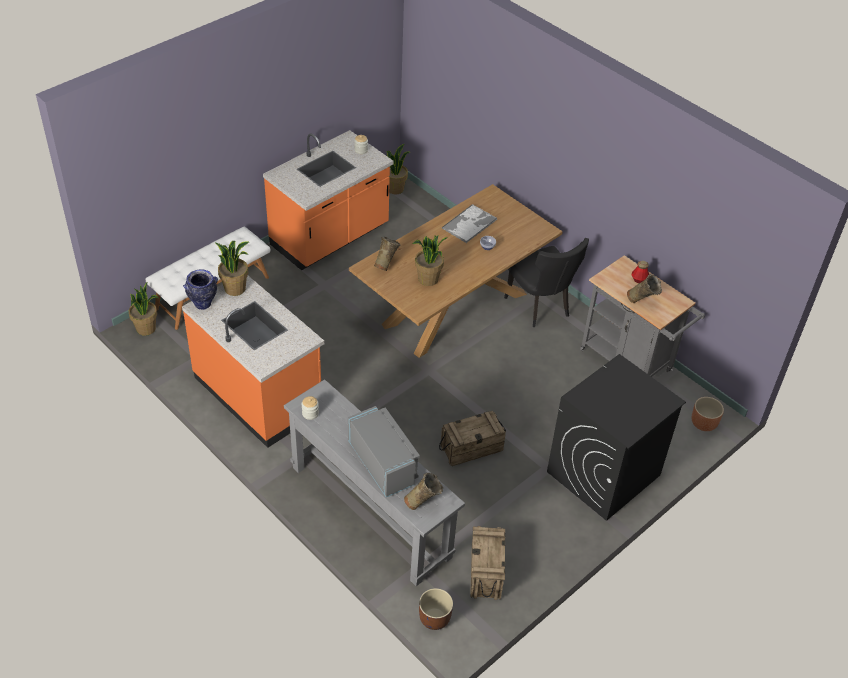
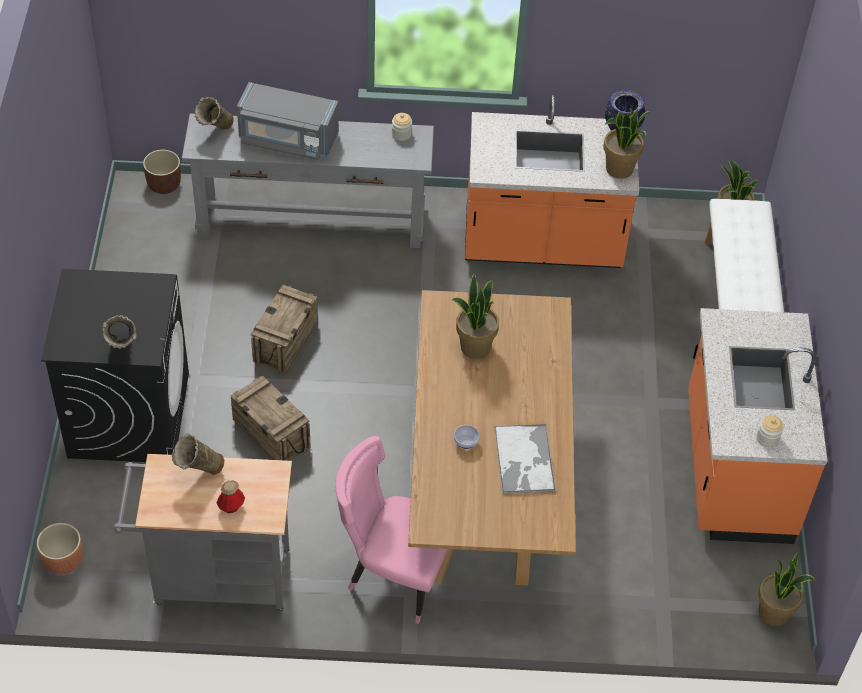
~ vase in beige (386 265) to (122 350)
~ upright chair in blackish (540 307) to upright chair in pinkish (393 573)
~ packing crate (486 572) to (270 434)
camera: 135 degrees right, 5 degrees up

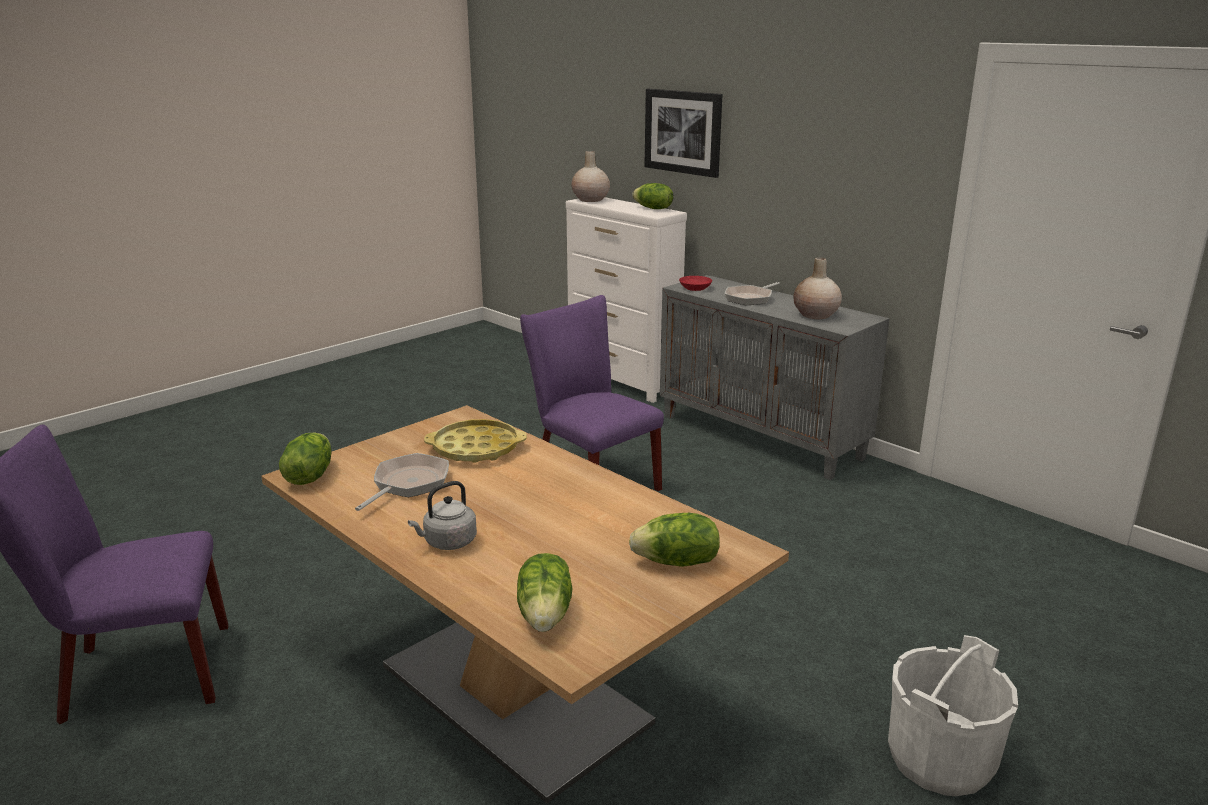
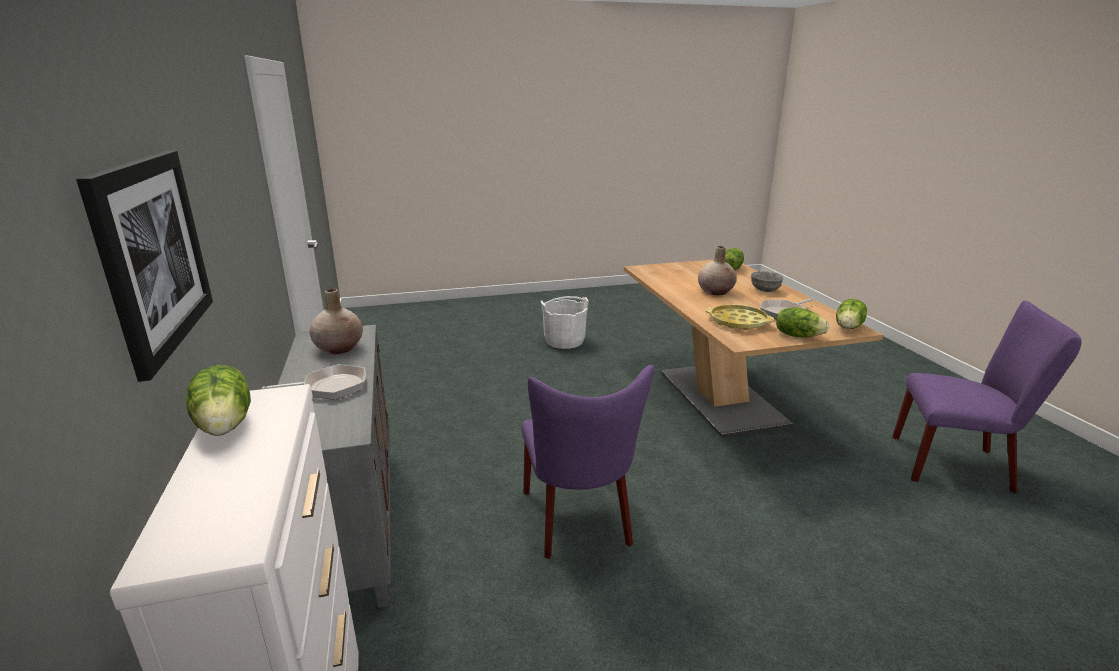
~ vase in beige (590 200) to (715 292)
- serving bowl in red (694 288)
~ tea kettle in grey (447 542) to serving bowl in grey (765 290)
~ lettuce head (677 562) to (797 335)
camera: 150 degrees left, 0 degrees up

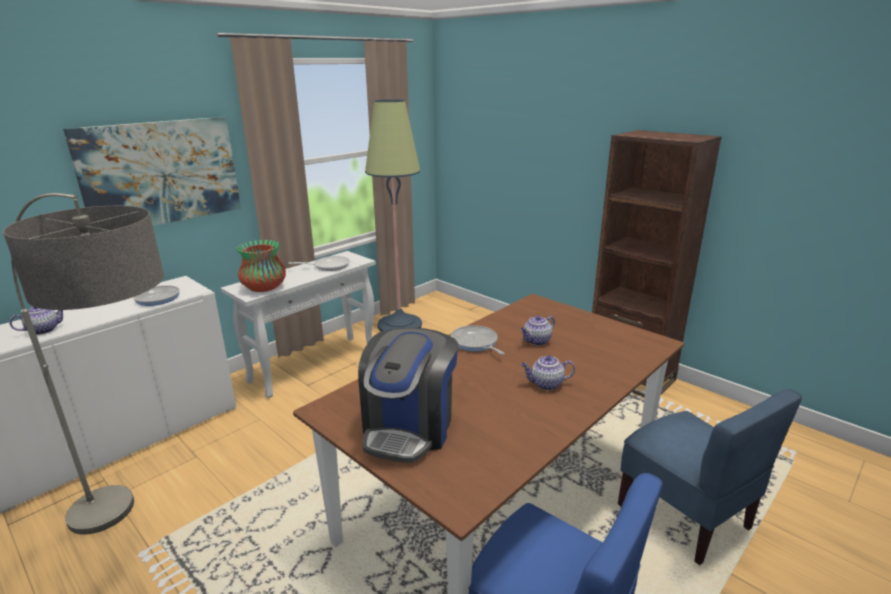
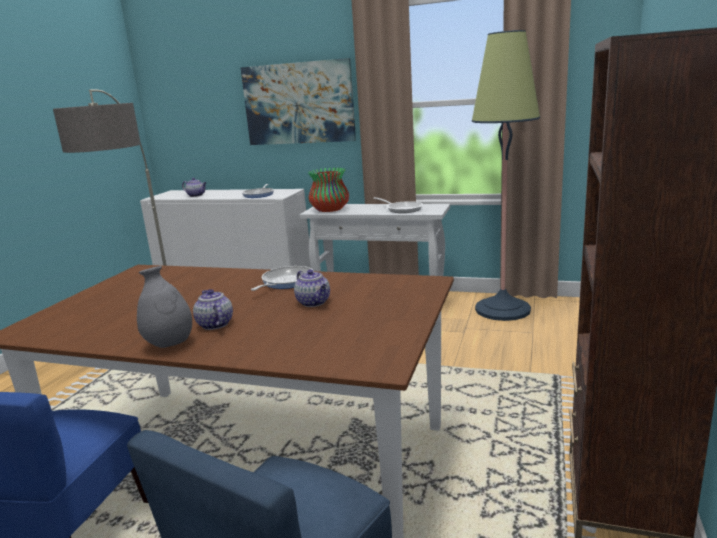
~ teapot (536 341) = (314 302) 150 degrees counterclockwise
- coffee maker (409 427)
+ vase in grey (169 344)
camera: 65 degrees right, 5 degrees down

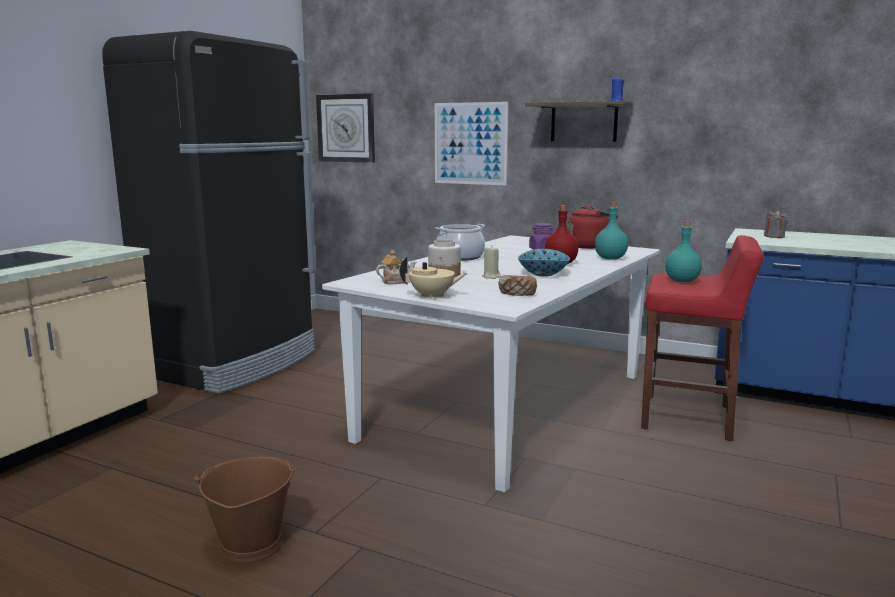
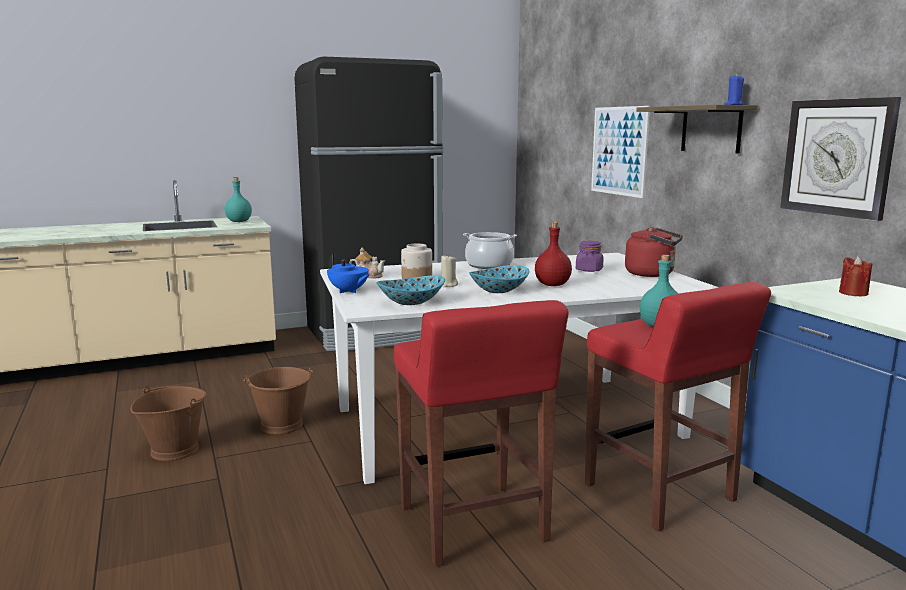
~ hanging clock (346 128) to (837 157)
~ bottle in blue-green (610 258) to (239 221)
~ wax candle in grey (774 236) to wax candle in red (853 293)
~ teapot in beige (432 296) to teapot in blue (348 291)
~ baked bread (517 294) to serving bowl (410 302)
+ stool in red (473 525)
+ water bucket in brownish (282 425)
camera: 40 degrees right, 0 degrees up

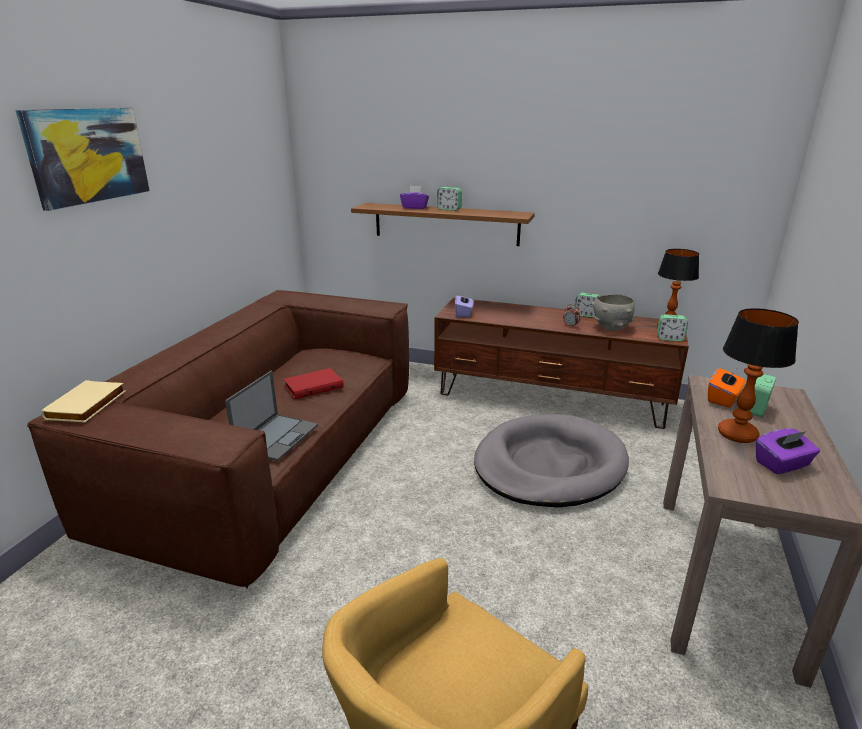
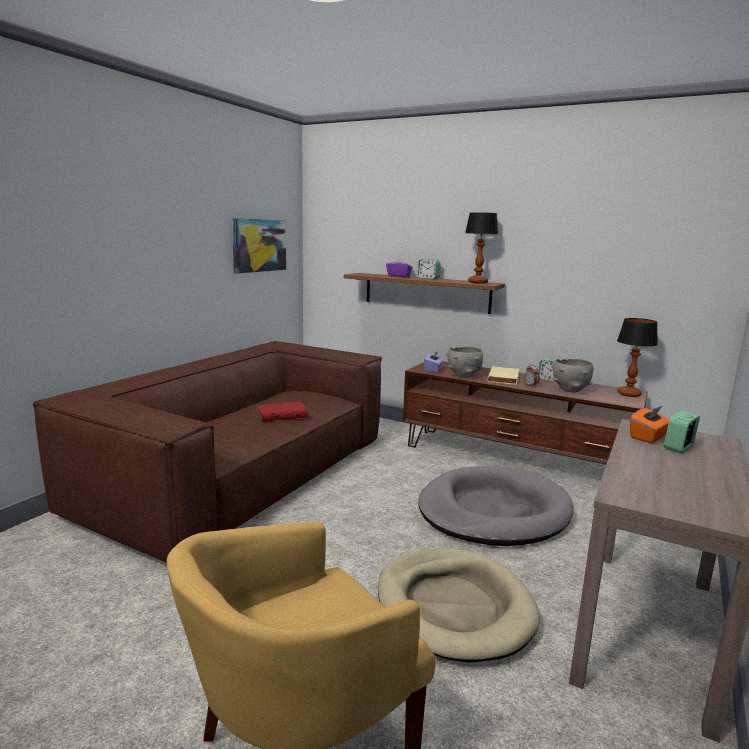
~ wall art (88 155) to (259 245)
~ table lamp (737 434) to (478 282)
- alarm clock (670 338)
- portable computer (277 436)
~ book in beige (87 405) to (504 378)
- tissue box in purple-coloured (782 464)
+ serving bowl in grey (464 376)
+ dog bed in beige (454 607)
camera: 10 degrees right, 10 degrees down

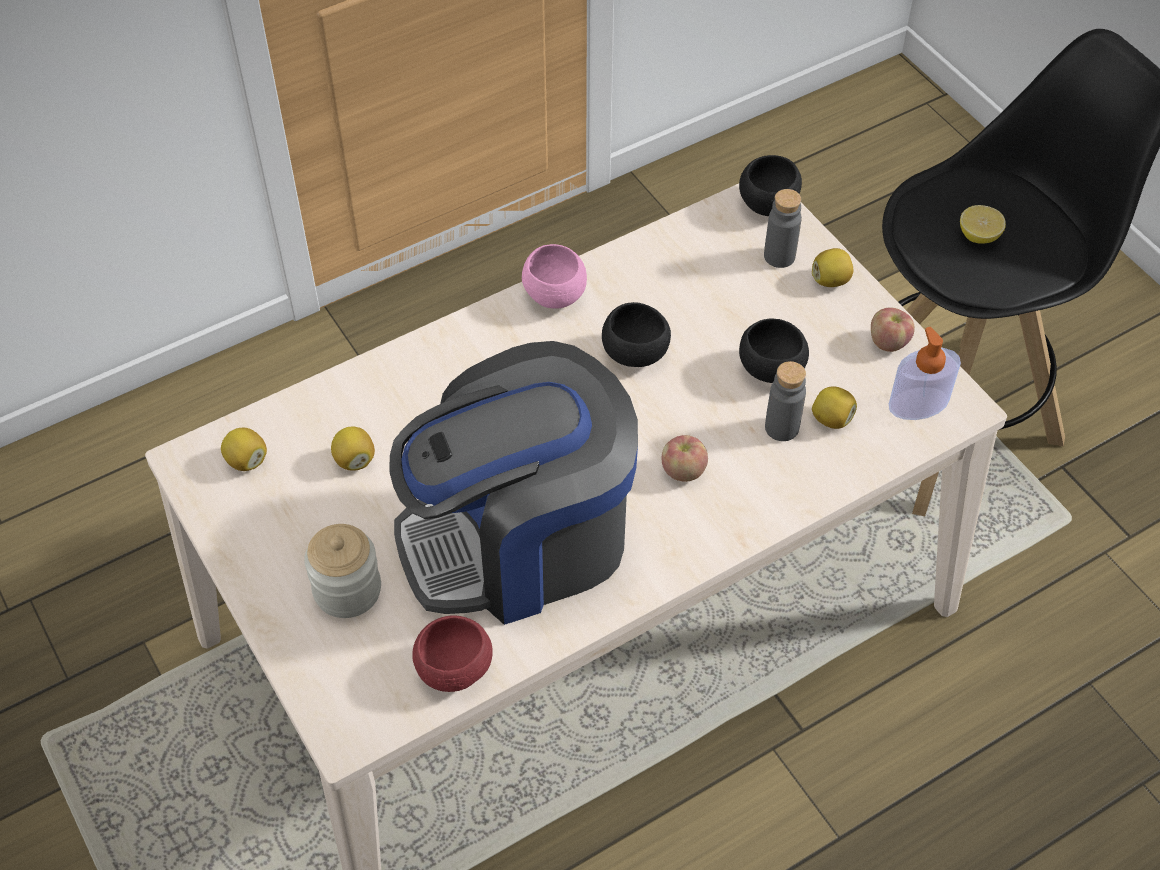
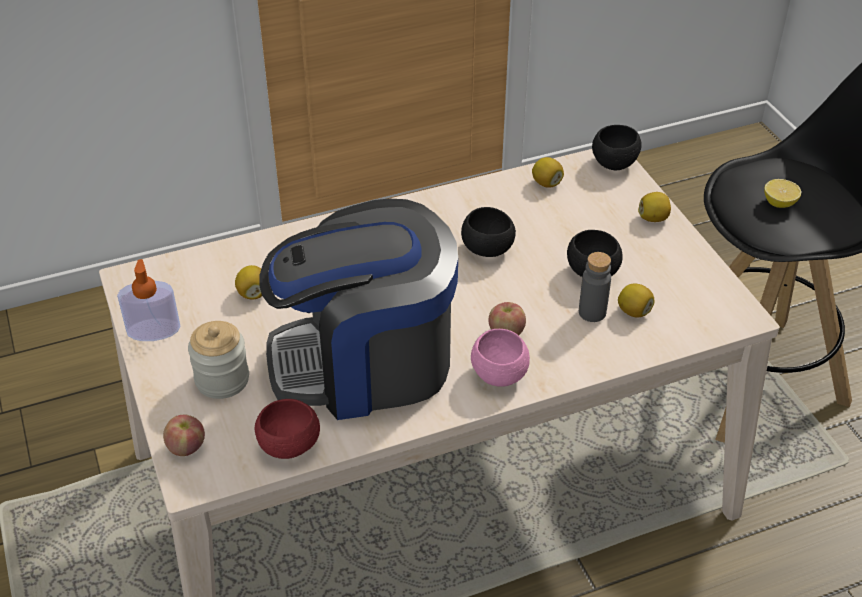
- bottle in grey (779 256)
~ serving bowl in pinkish (554 295) to (499 375)
~ whole apple (888 342) to (186 447)
~ soap bottle (918 404) to (153 330)
~ lemon (246 460) to (546 183)
camera: 10 degrees right, 10 degrees down

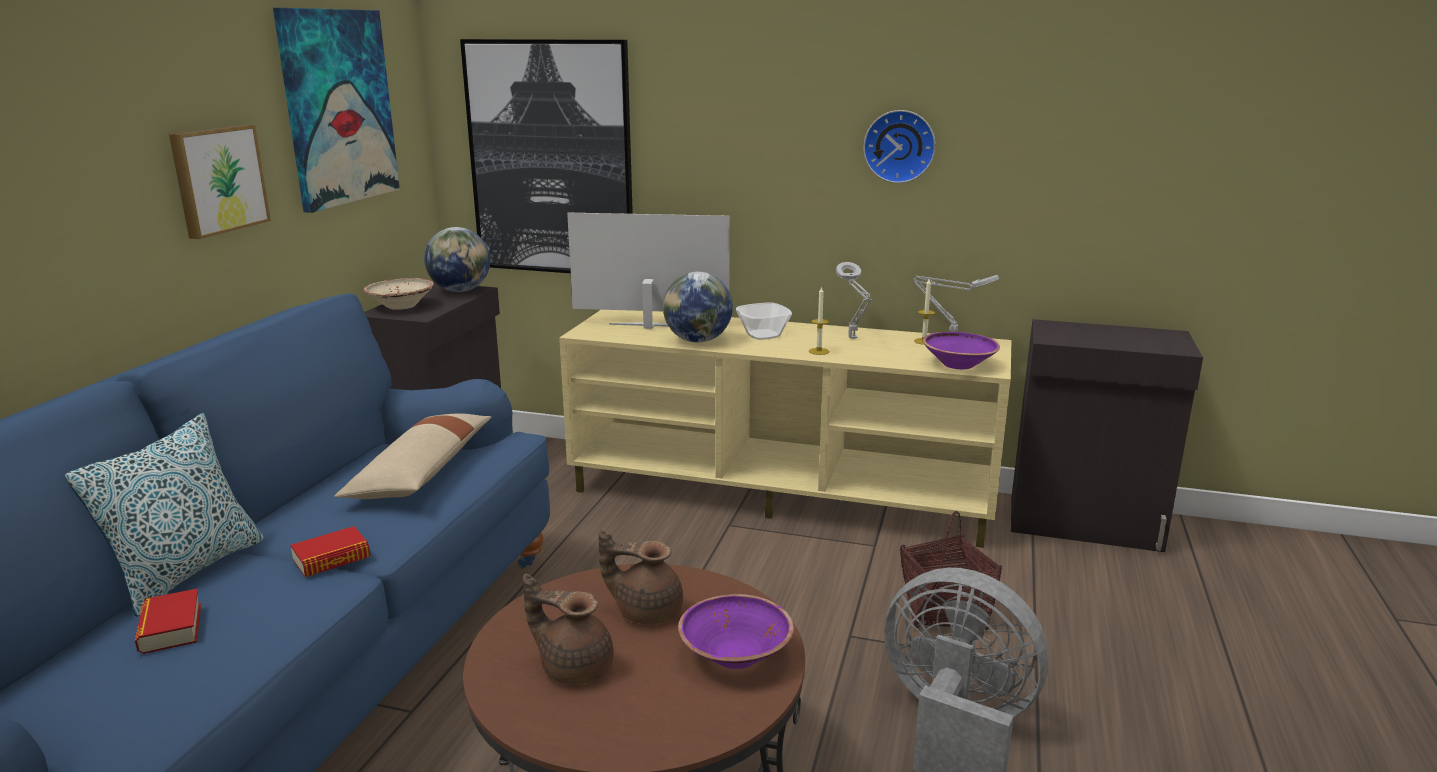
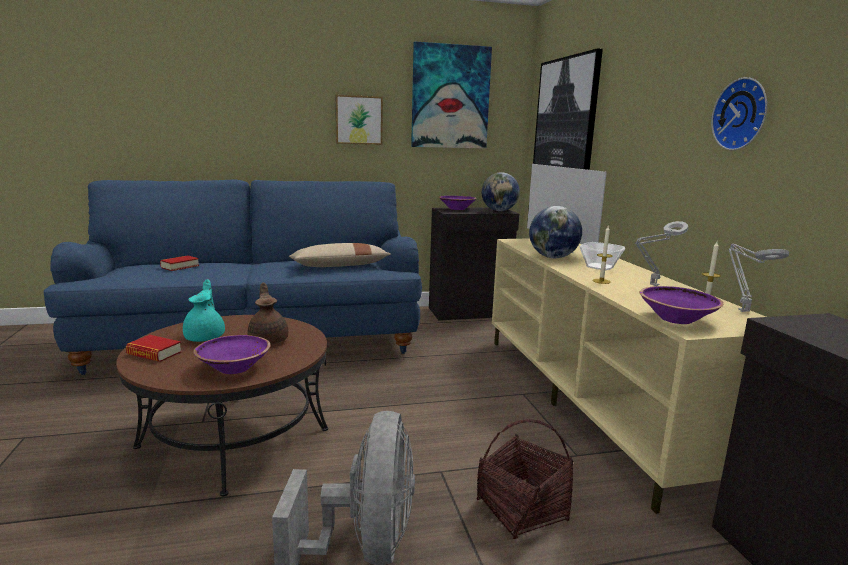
~ serving bowl in beige (401 306) to serving bowl in purple-coloured (457 209)
- cushion (187 571)
~ book (331 559) to (154 353)
~ teapot in brownish (574 666) to teapot in blue-green (206 337)
camera: 60 degrees right, 5 degrees down

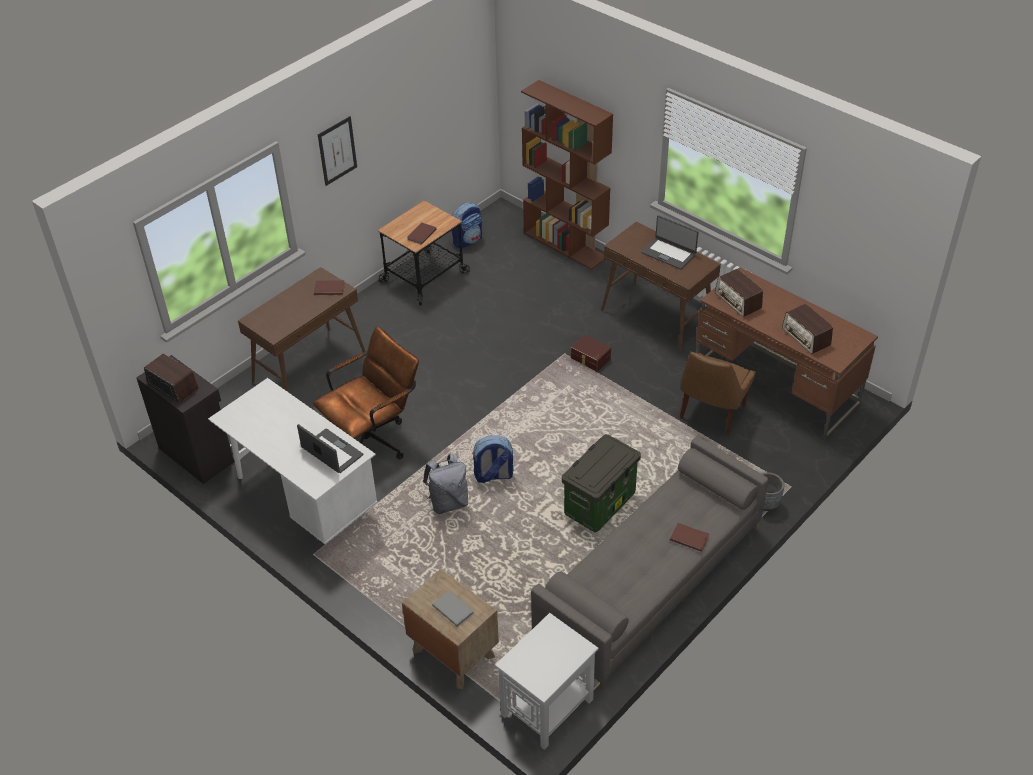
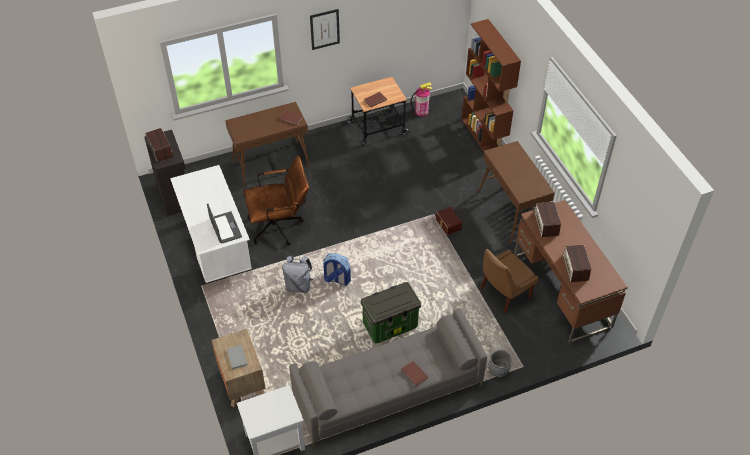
~ backpack (467 240) to fire extinguisher (421 111)
- portable computer (669 253)
camera: 25 degrees right, 5 degrees up

